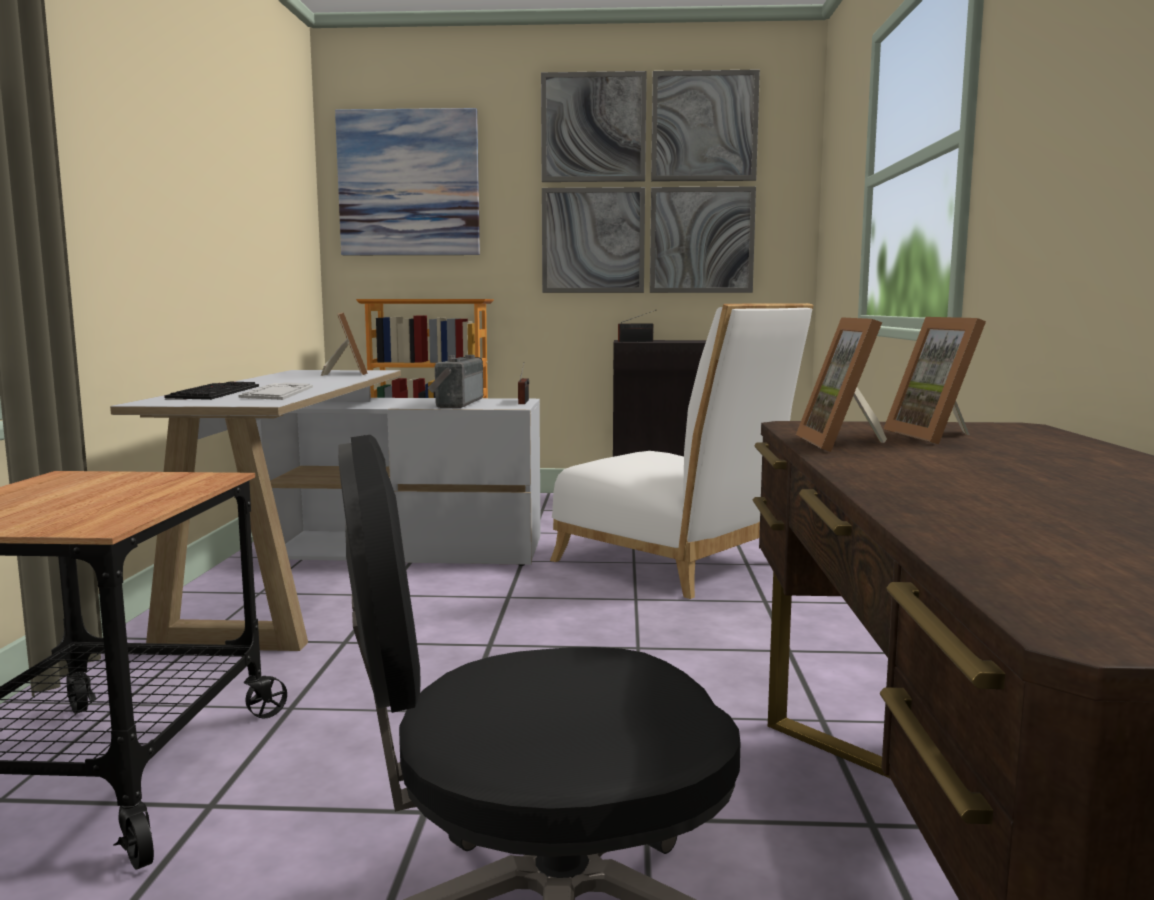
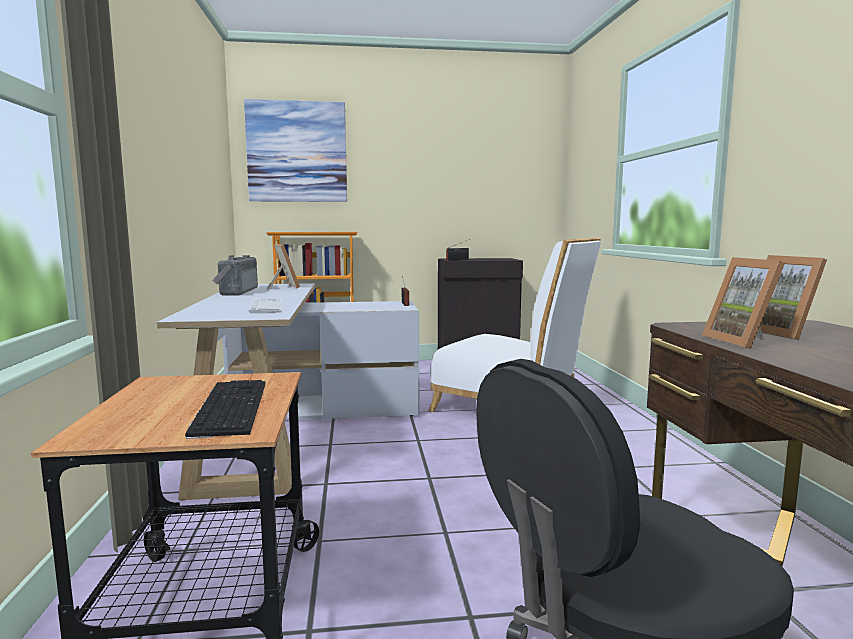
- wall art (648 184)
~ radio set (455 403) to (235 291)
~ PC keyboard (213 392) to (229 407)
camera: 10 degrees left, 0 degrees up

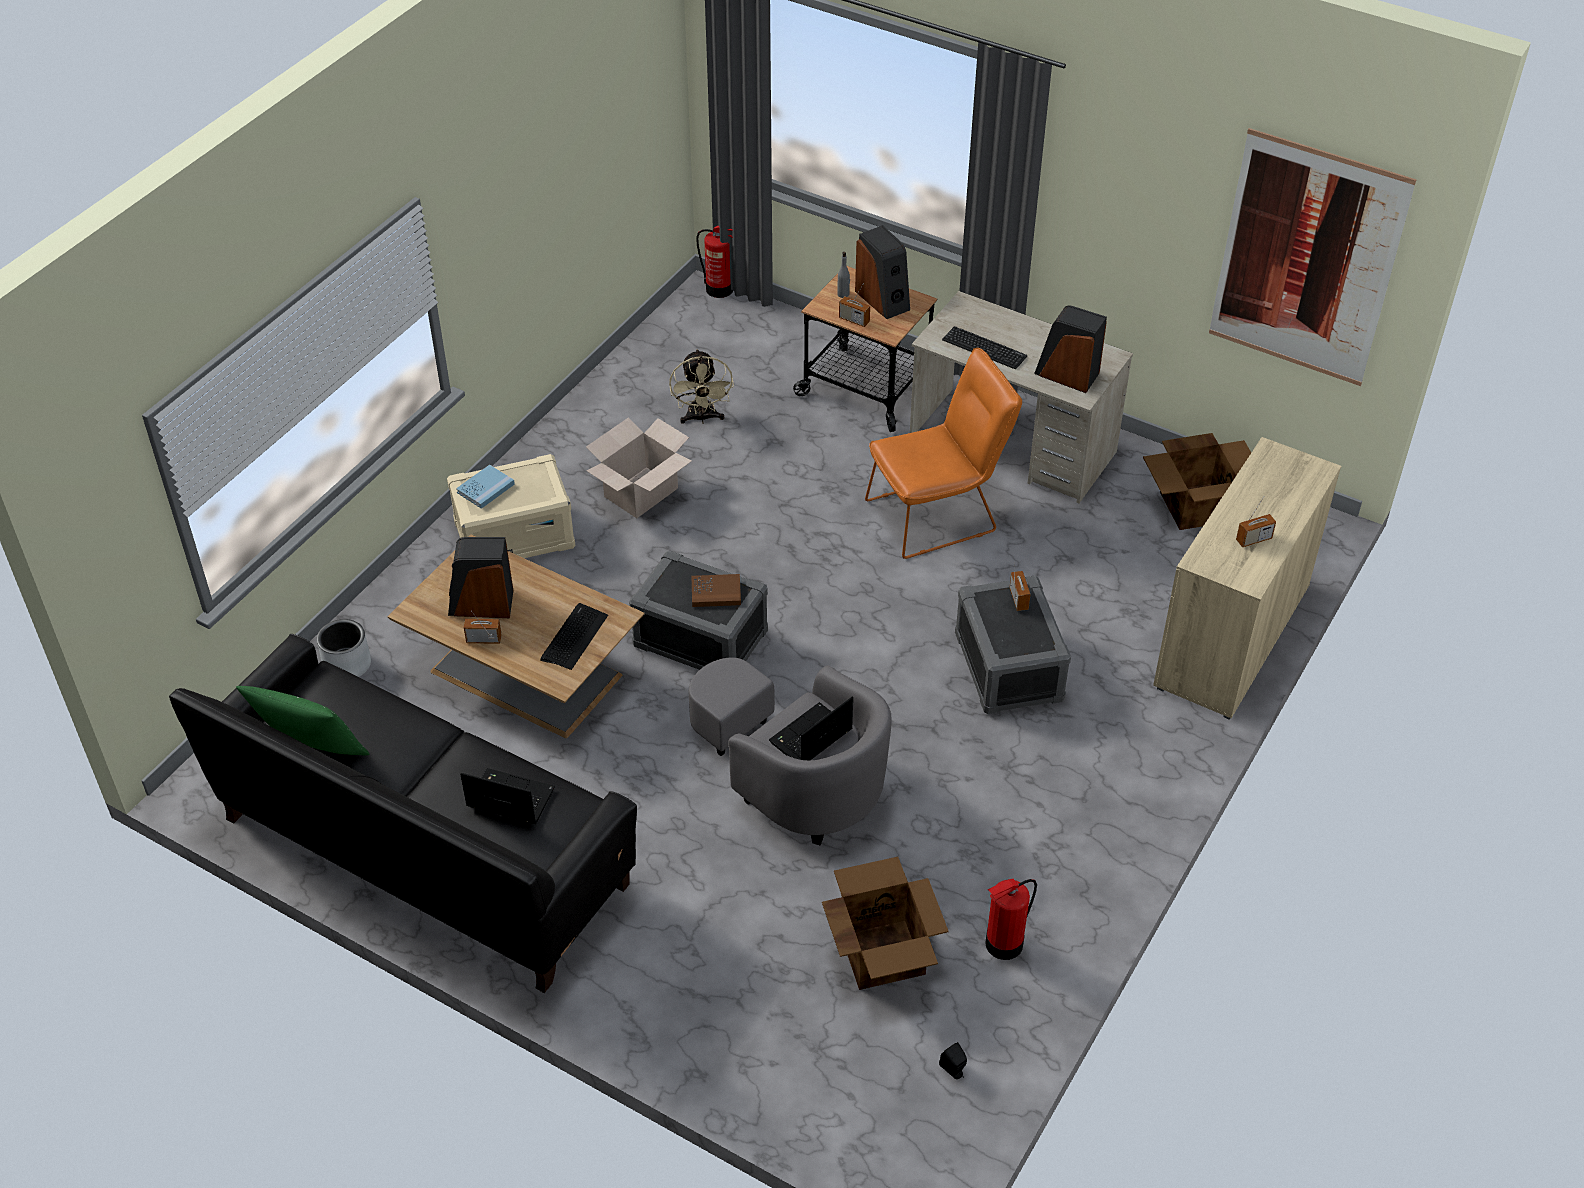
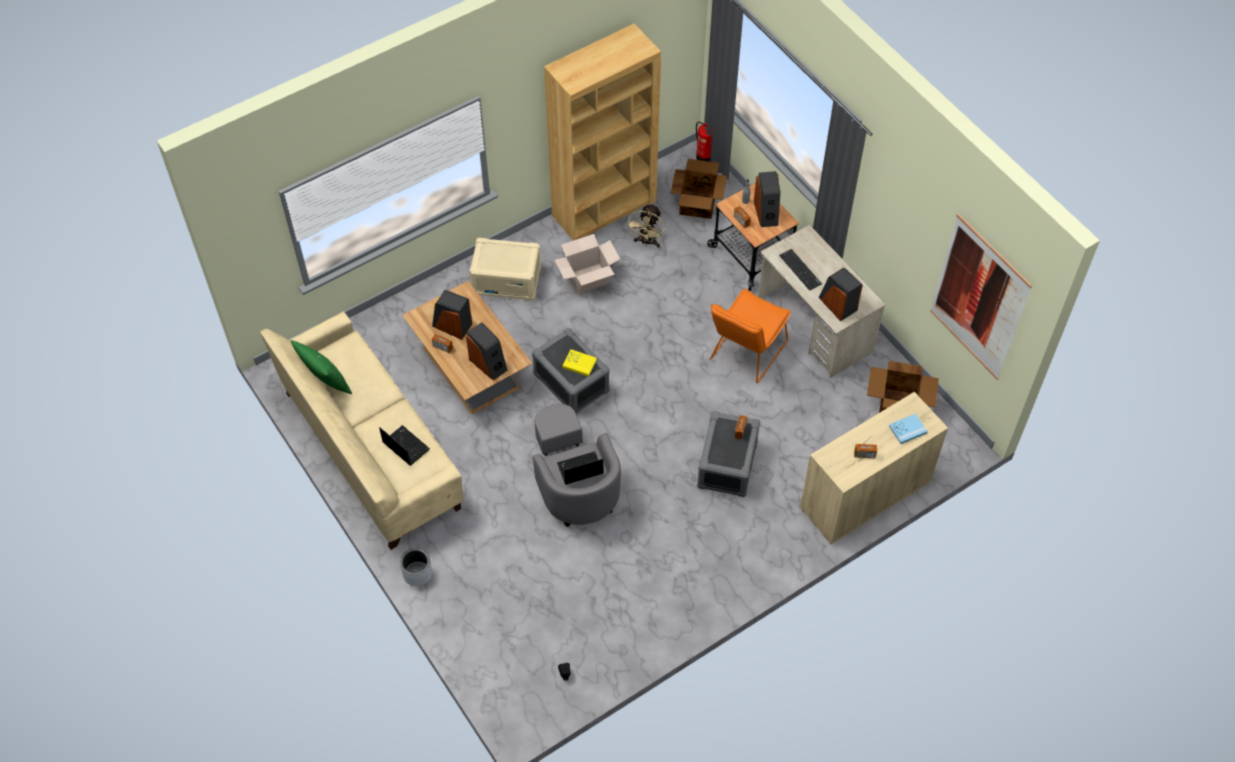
~ upright chair in orange (939 514) = (745 354) 120 degrees clockwise
~ book in blue (485 488) to (907 429)
~ book in brownish (716 592) to book in yellow (579 363)
~ PC keyboard (574 637) to speaker (488 364)
~ flower pot in grey (347 664) to (417 573)
~ sofa in blackish (425 852) to sofa in beige (371 450)
~ packing box (882 953) to (698 204)
- fire extinguisher (1003 944)
+ bookcase in brownish (604 208)
camera: 25 degrees right, 10 degrees up

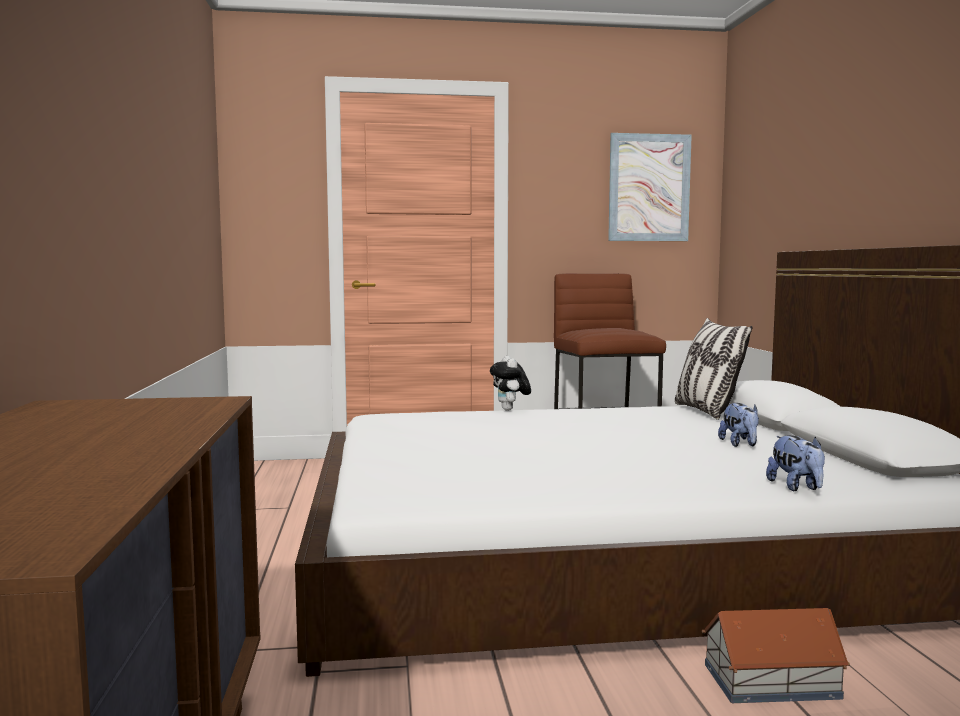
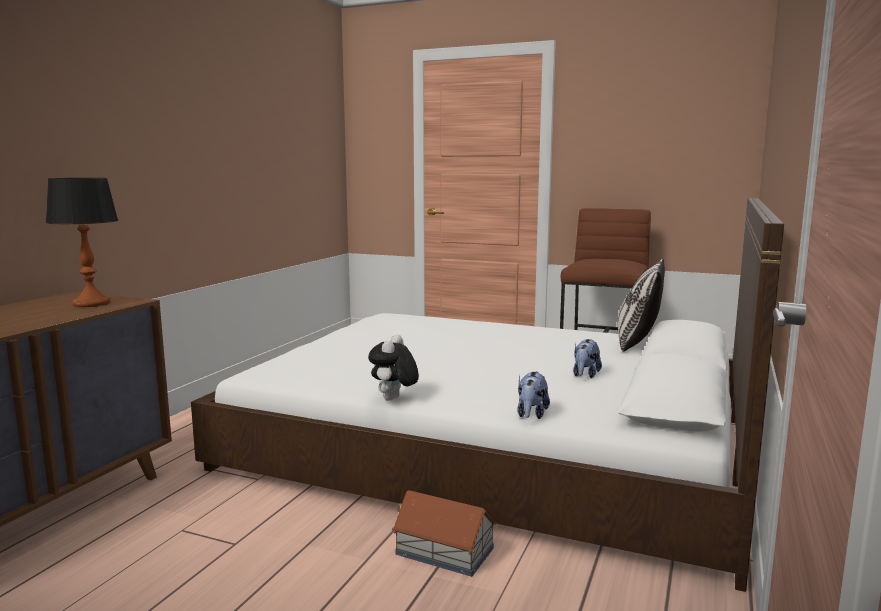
- wall art (649 188)
~ soft toy (510 410) to (393 399)
+ table lamp (91 303)
camera: 30 degrees right, 5 degrees up

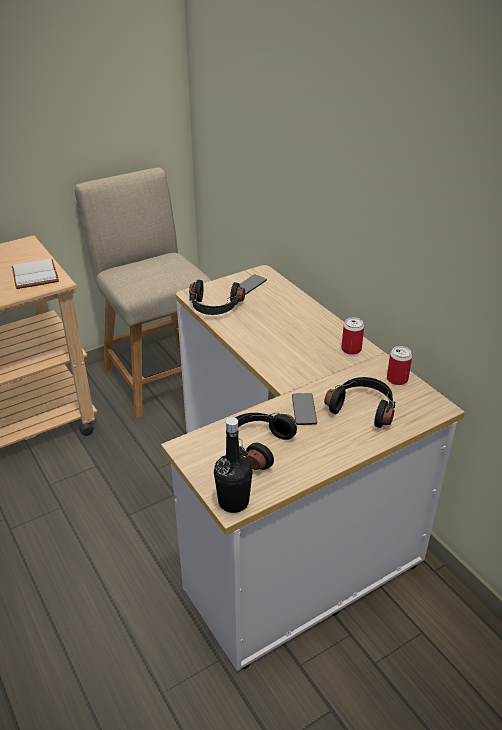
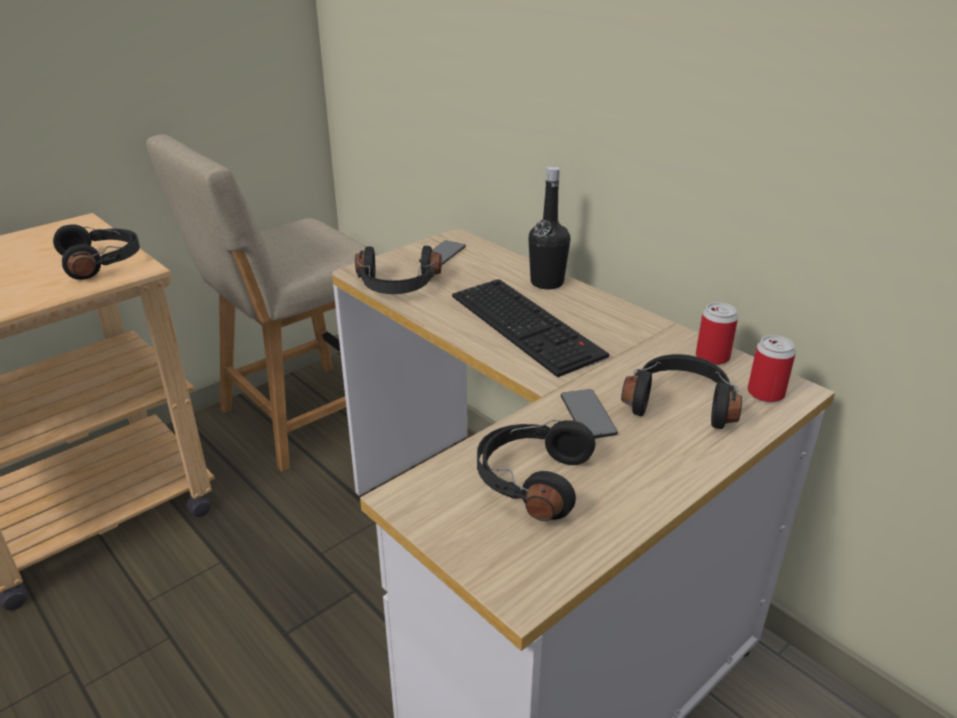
~ upright chair in beige (158 375) = (299 417) 90 degrees counterclockwise
~ book in white-coloured (37 275) to pair of headphones in blackish (102 262)
~ can (351 349) to (765 393)
~ bottle in blackish (233 502) to (547 282)
+ PC keyboard (529 326)
camera: 10 degrees left, 5 degrees down

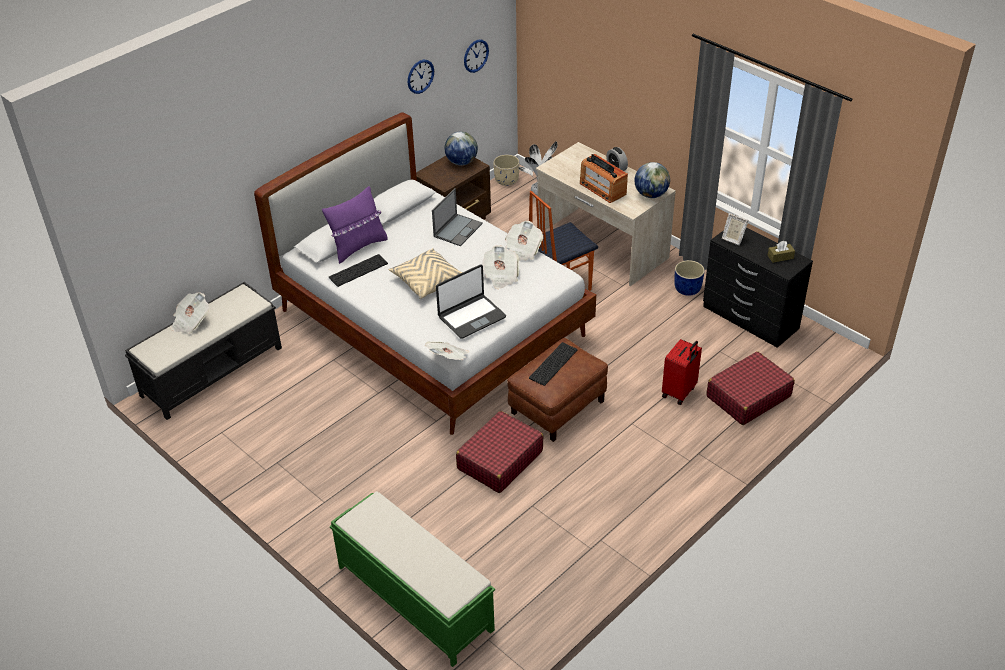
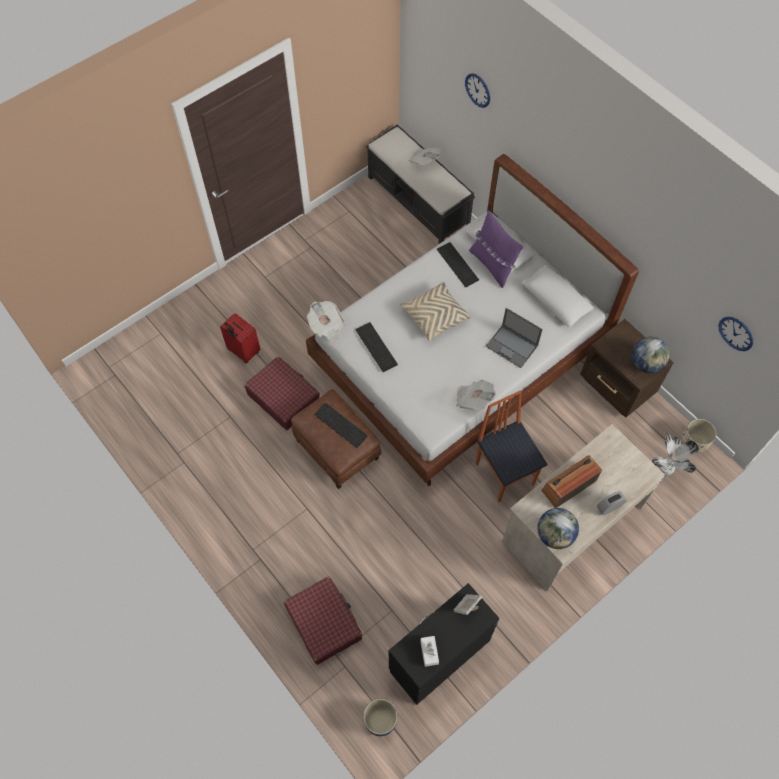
~ hanging clock (420 76) to (478 90)
~ tissue box in brownish (780 257) to tissue box in white-coloured (429 652)
- daily paper (501 276)
~ flower pot in blue (687 289) to (380 721)
~ portable computer (471 317) to PC keyboard (377 347)
~ piece of luggage in red (679 392) to (243 352)
- indoor bench in greenish (413 597)
camera: 95 degrees right, 20 degrees up

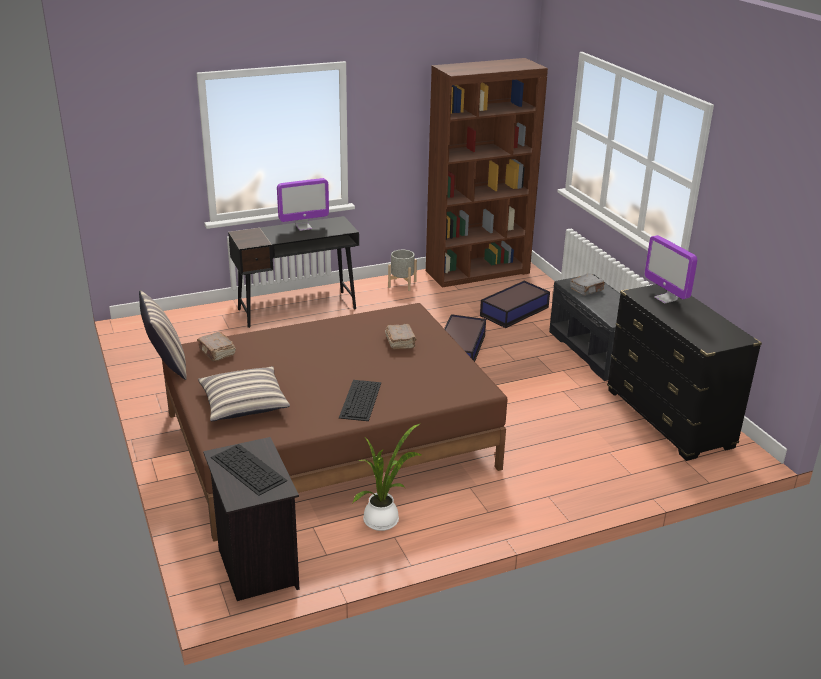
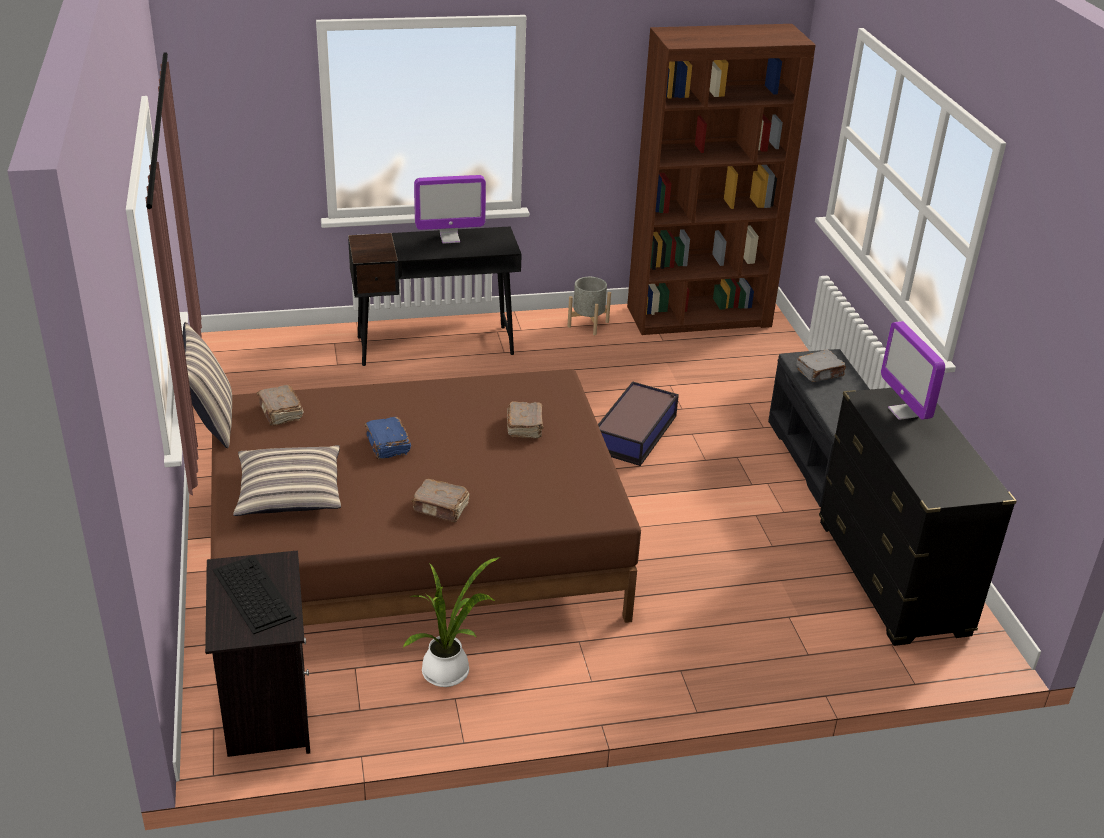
- storage container (515 311)
~ PC keyboard (360 400) to book in brownish (441 508)
+ book in blue (387 445)
camera: 10 degrees right, 5 degrees up

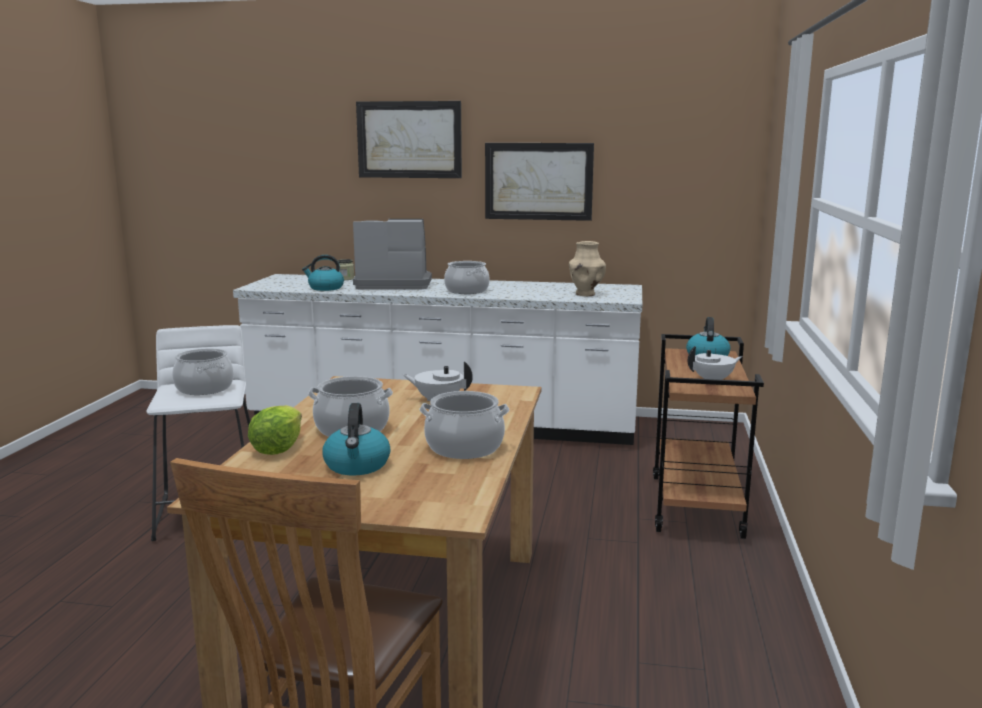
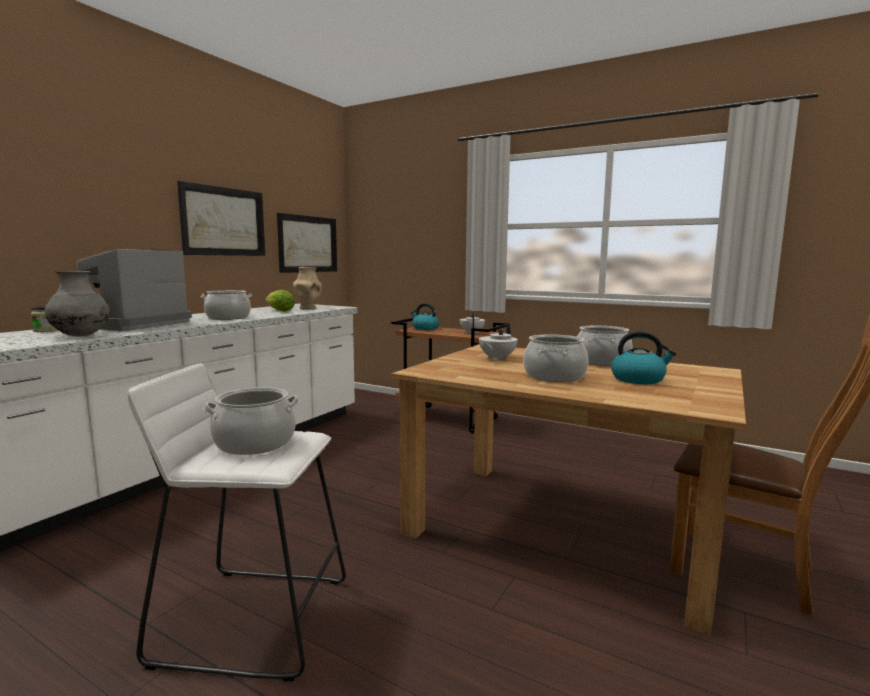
~ wall art (409 139) to (308 244)
~ tea kettle (325 288) to vase in grey (81 336)
~ lettuce head (277 448) to (280 311)
camera: 70 degrees left, 5 degrees down

